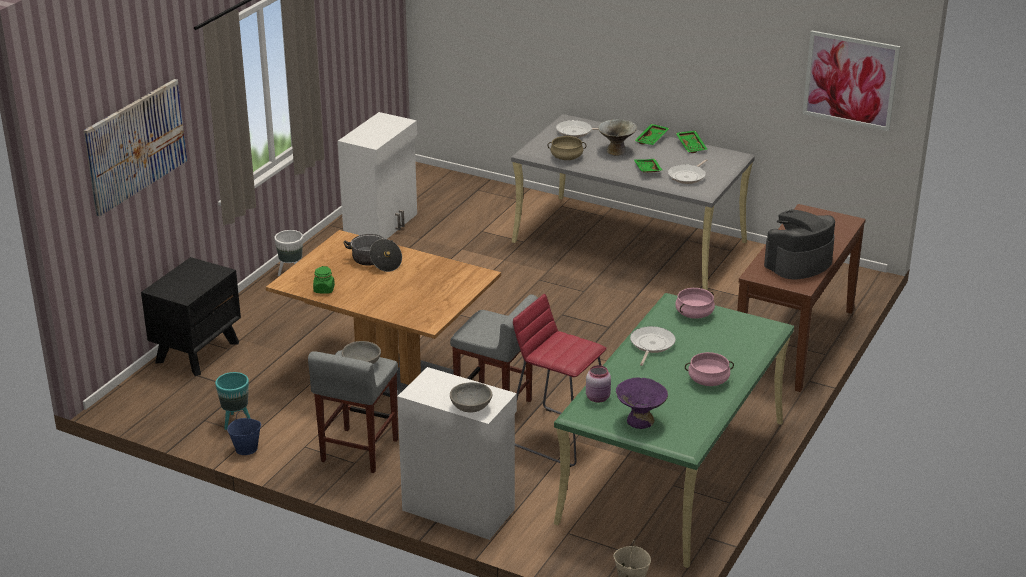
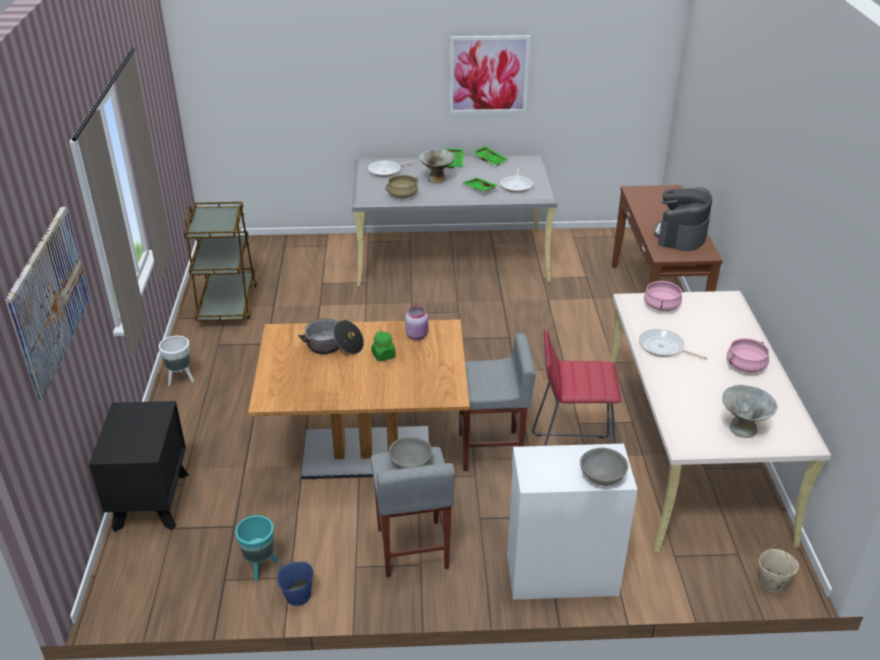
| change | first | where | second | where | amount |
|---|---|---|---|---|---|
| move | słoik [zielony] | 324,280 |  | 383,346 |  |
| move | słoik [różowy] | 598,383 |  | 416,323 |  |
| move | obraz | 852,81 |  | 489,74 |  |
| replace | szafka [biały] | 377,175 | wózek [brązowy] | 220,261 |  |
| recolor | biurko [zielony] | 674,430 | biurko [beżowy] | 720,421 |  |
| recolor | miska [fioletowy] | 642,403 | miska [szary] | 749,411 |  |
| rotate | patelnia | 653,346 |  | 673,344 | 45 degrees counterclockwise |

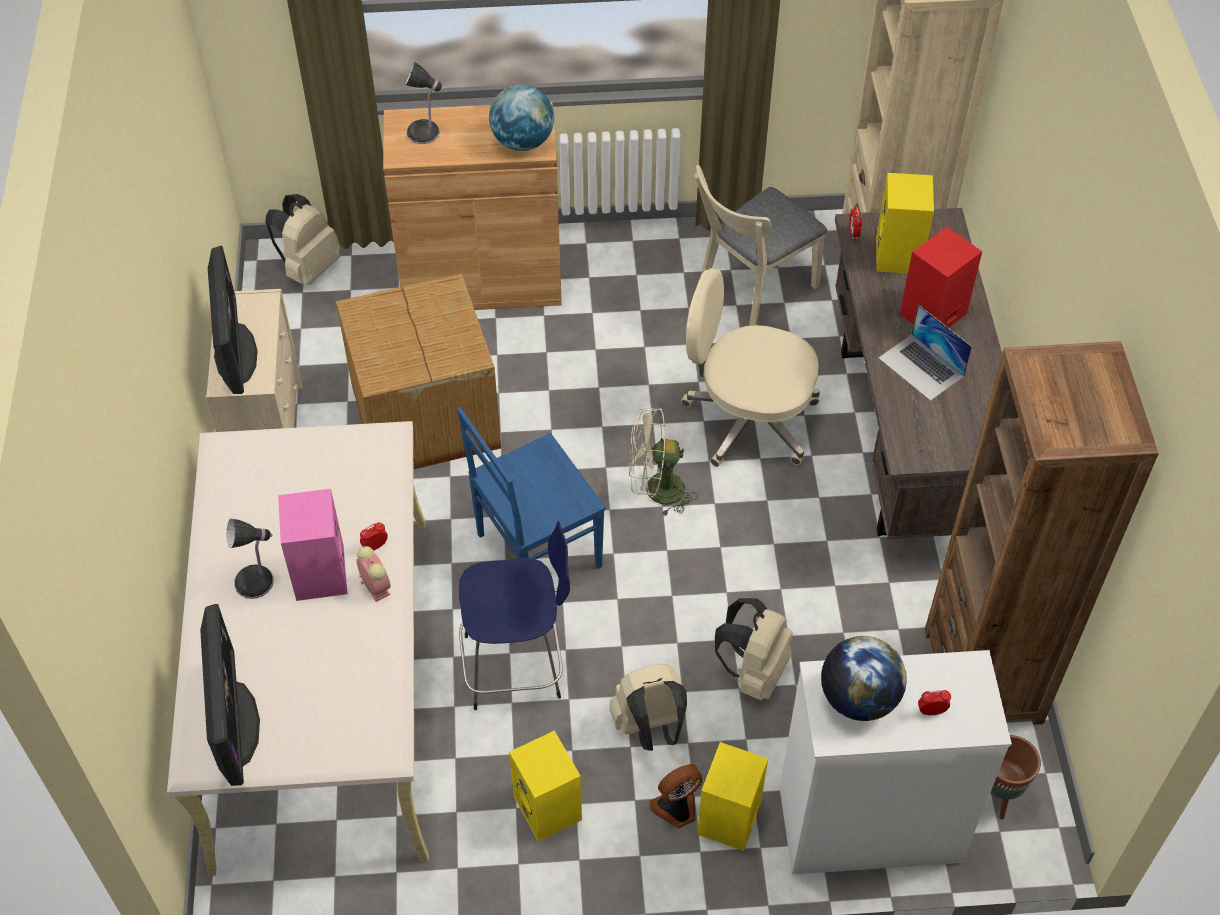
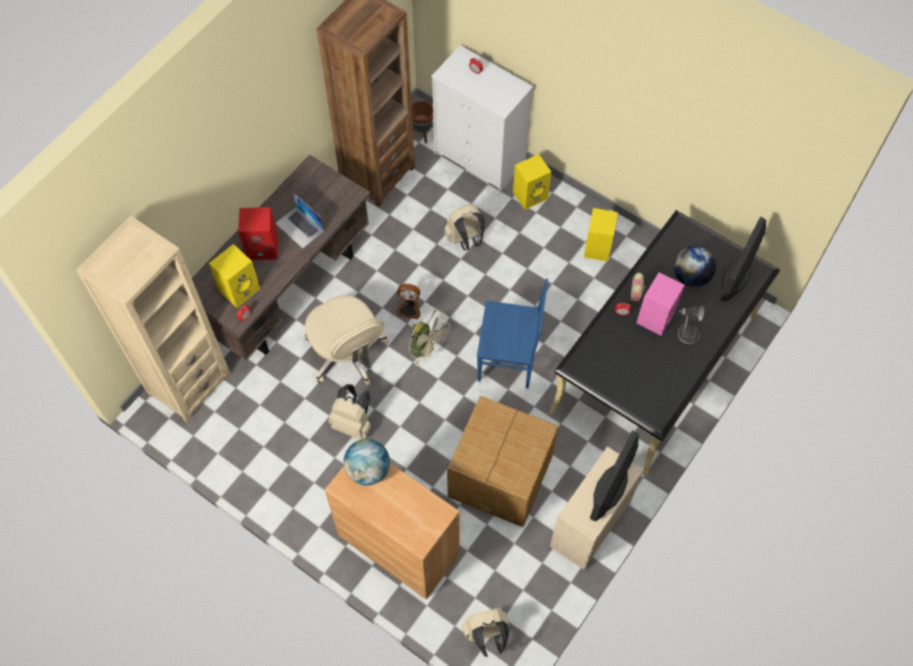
| change | first | where | second | where | amount |
|---|---|---|---|---|---|
| delete | lampa stołowa | 425,103 |  |  |  |
| delete | stołek [niebieski] | 514,615 |  |  |  |
| delete | krzesło [beżowy] | 760,245 |  |  |  |
| move | plecak [beżowy] | 648,707 |  | 349,412 |  |
| move | wentylator | 675,796 |  | 408,301 |  |
| move | globus | 864,678 |  | 695,266 |  |
| recolor | biurko [beżowy] | 298,648 | biurko [czarny] | 664,343 |  |
| rotate | laptop | 925,352 |  | 299,220 | 135 degrees clockwise |

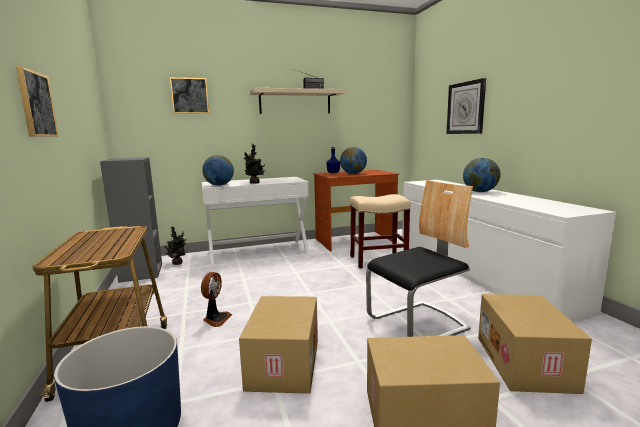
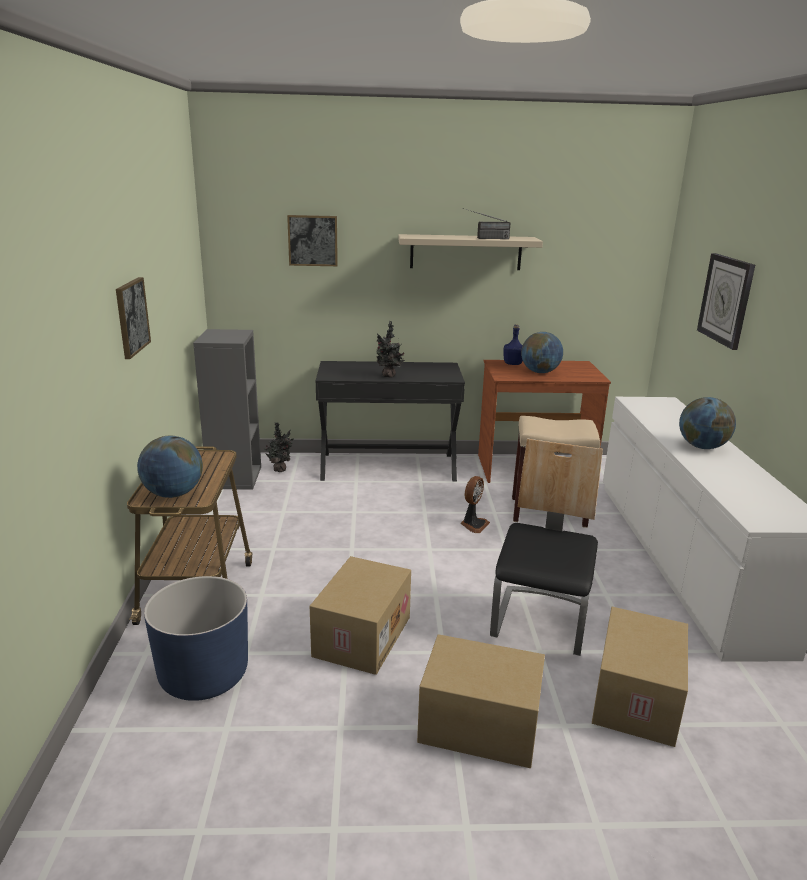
| change | first | where | second | where | amount |
|---|---|---|---|---|---|
| move | wentylator | 216,299 |  | 475,504 |  |
| move | globus | 218,170 |  | 170,467 |  |
| recolor | biurko [biały] | 255,221 | biurko [czarny] | 390,421 |  |
| rotate | krzesło | 419,258 |  | 546,547 | 60 degrees counterclockwise |

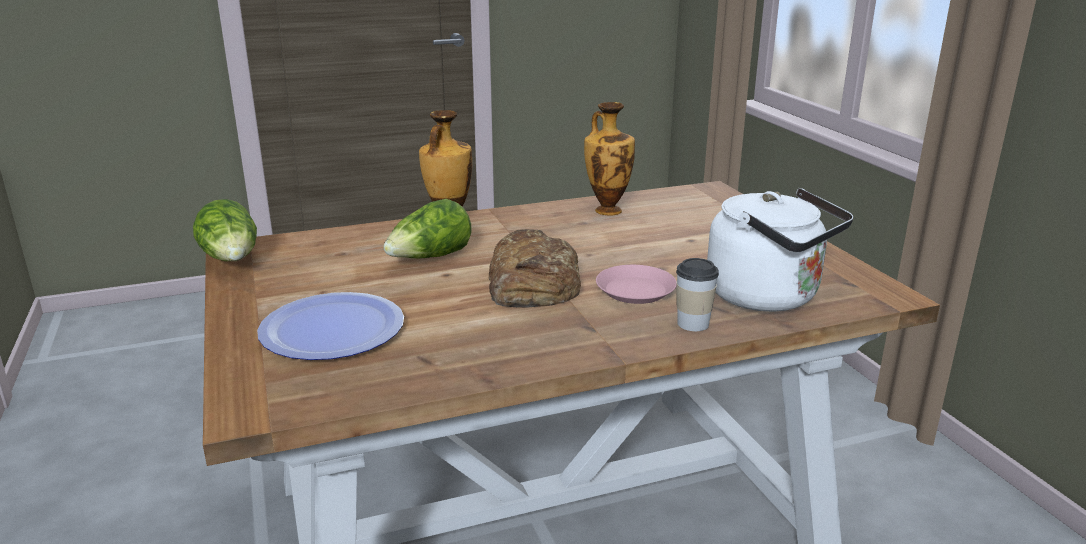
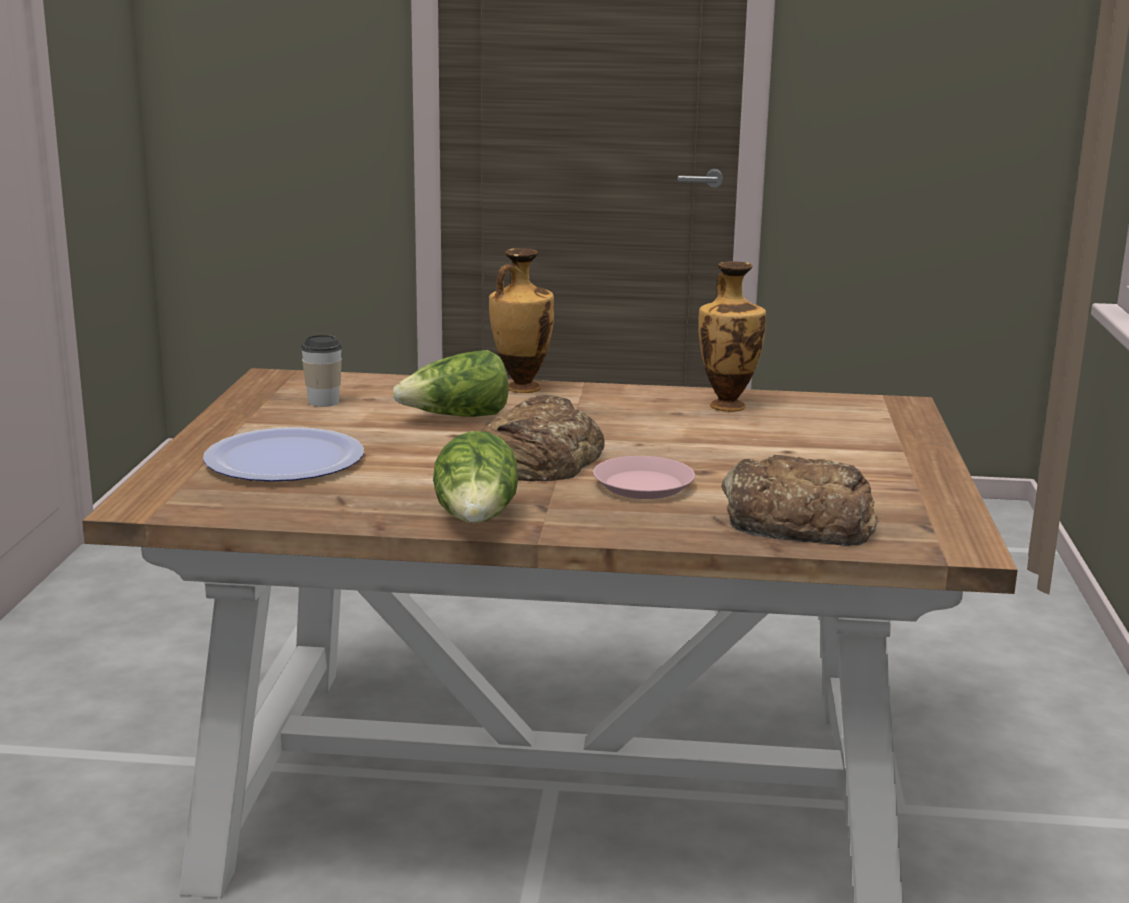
| change | first | where | second | where | amount |
|---|---|---|---|---|---|
| move | sałata | 225,230 |  | 475,477 |  |
| move | filiżanka | 697,294 |  | 321,371 |  |
| replace | czajnik [biały] | 780,250 | chleb | 800,500 |  |

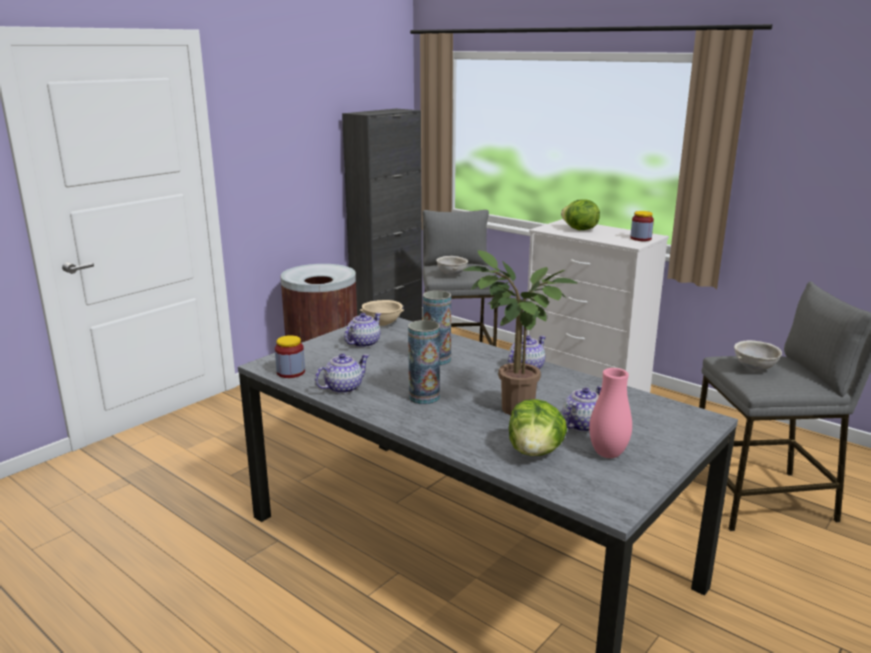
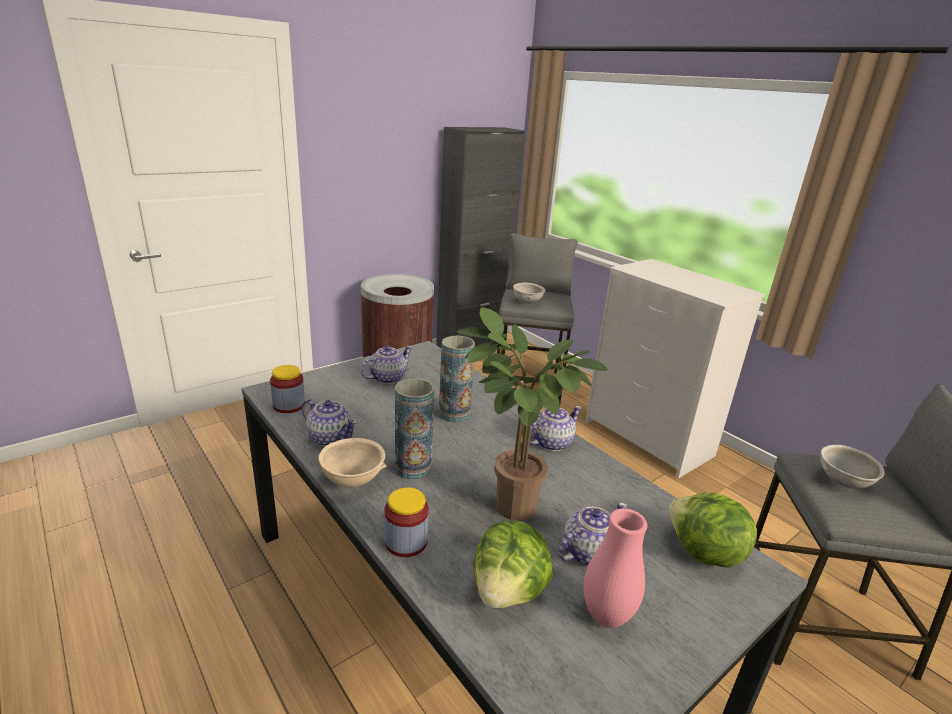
| change | first | where | second | where | amount |
|---|---|---|---|---|---|
| move | miska [beżowy] | 382,313 |  | 352,462 |  |
| move | sałata | 580,215 |  | 713,530 |  |
| move | słoik | 642,226 |  | 406,522 |  |
| rotate | imbryk | 342,373 |  | 329,422 | 60 degrees clockwise |

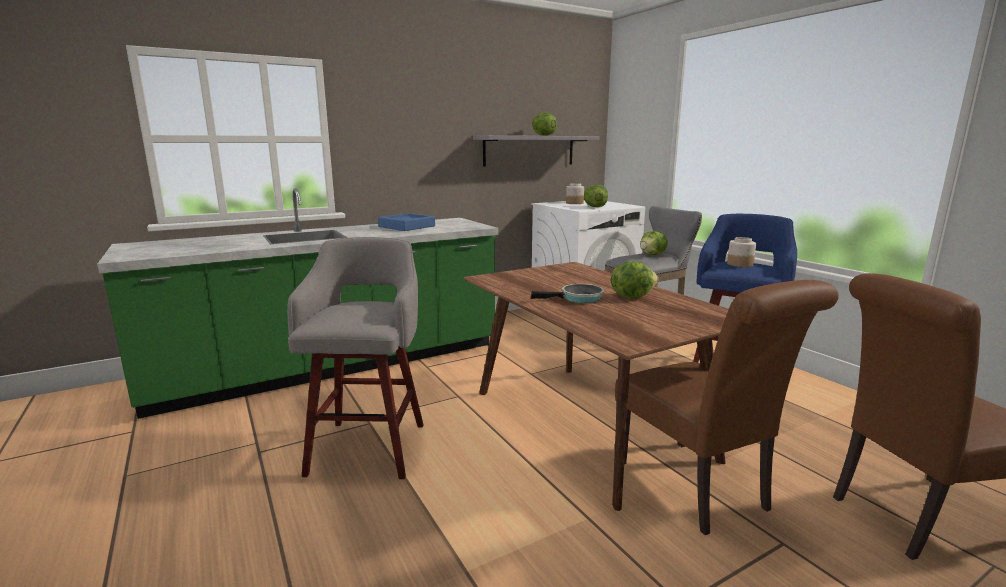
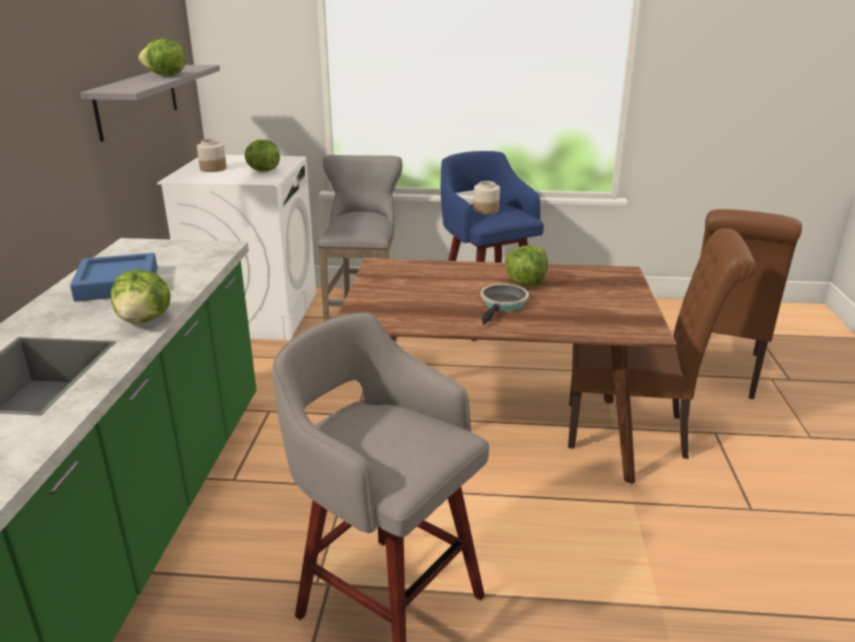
| change | first | where | second | where | amount |
|---|---|---|---|---|---|
| move | sałata | 654,243 |  | 141,296 |  |

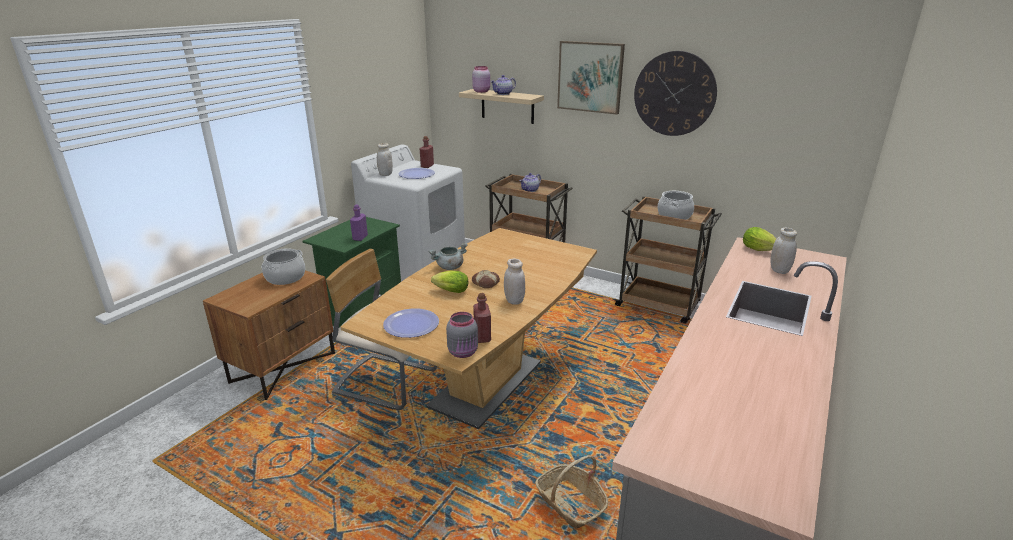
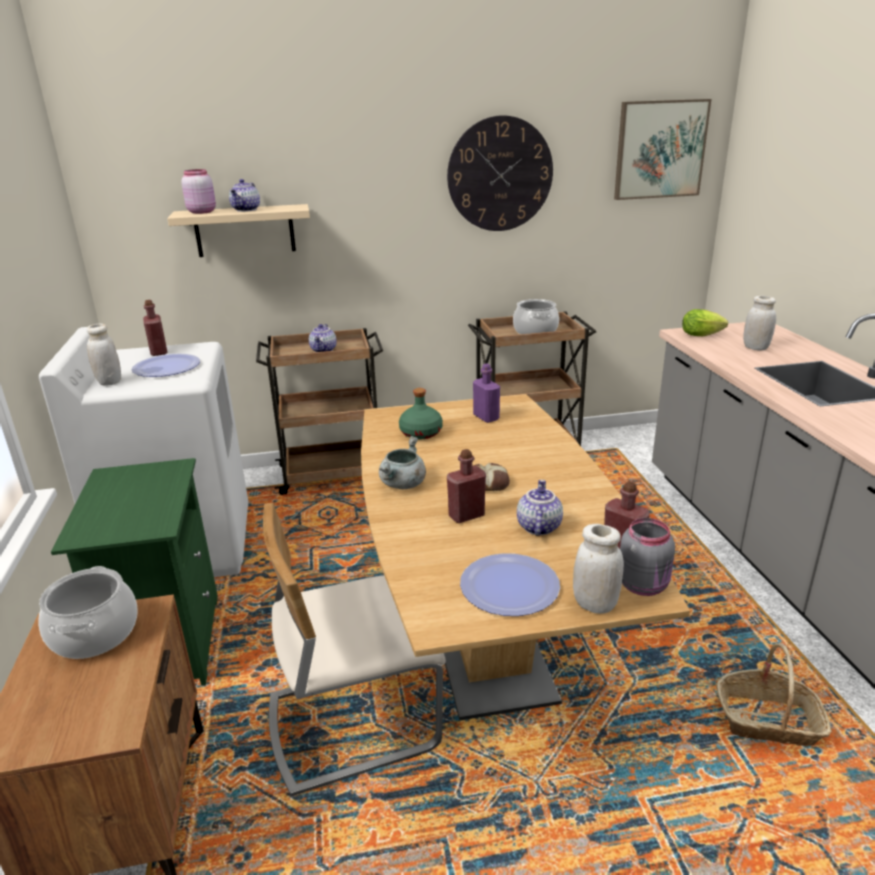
| change | first | where | second | where | amount |
|---|---|---|---|---|---|
| insert |  |  | butelka [zielony] | 421,413 |  |
| insert |  |  | imbryk | 540,508 |  |
| move | butelka [fioletowy] | 359,223 |  | 486,393 |  |
| move | słoik [biały] | 514,281 |  | 598,569 |  |
| move | obraz | 591,78 |  | 662,149 |  |
| replace | sałata | 449,281 | butelka [czerwony] | 466,486 |  |

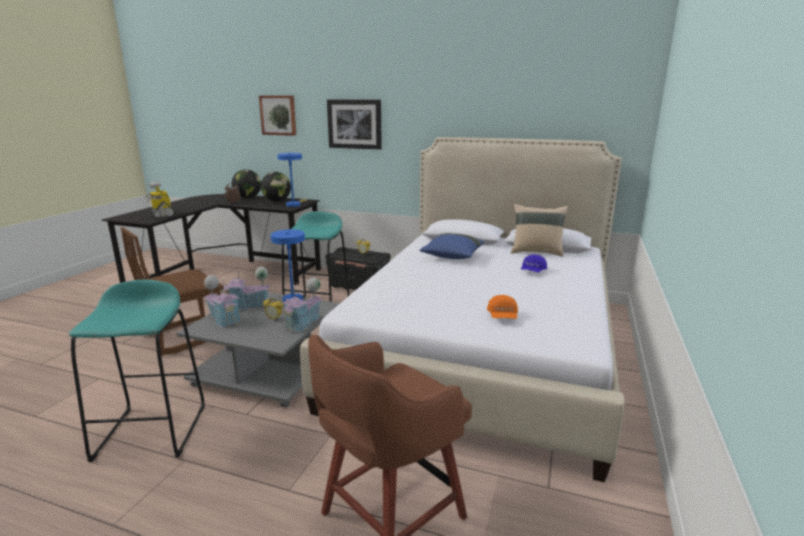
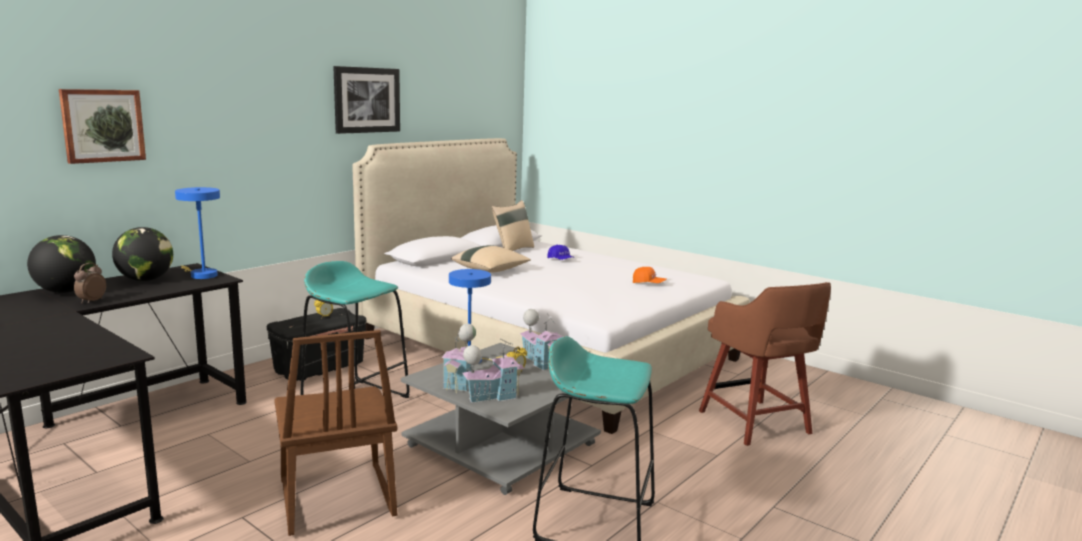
| change | first | where | second | where | amount |
|---|---|---|---|---|---|
| delete | robot zabawkowy | 159,200 |  |  |  |
| move | obraz | 354,125 |  | 366,100 |  |
| recolor | poduszka [niebieski] | 451,246 | poduszka [beżowy] | 491,258 |  |

